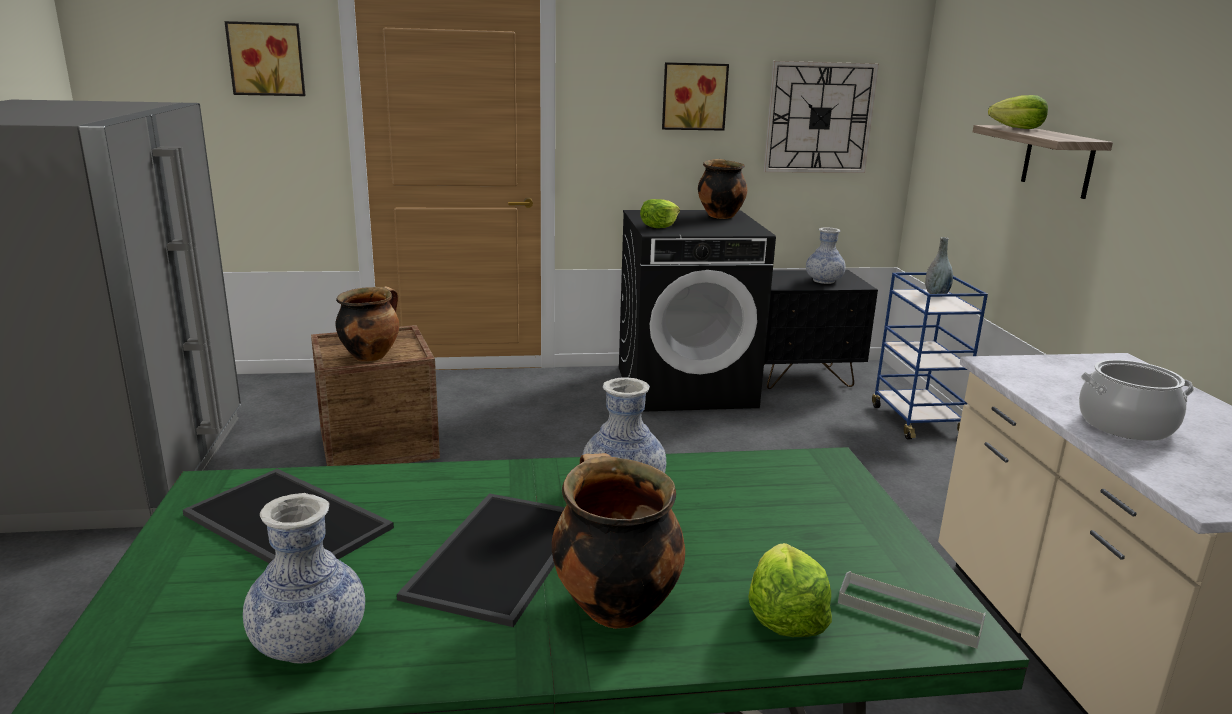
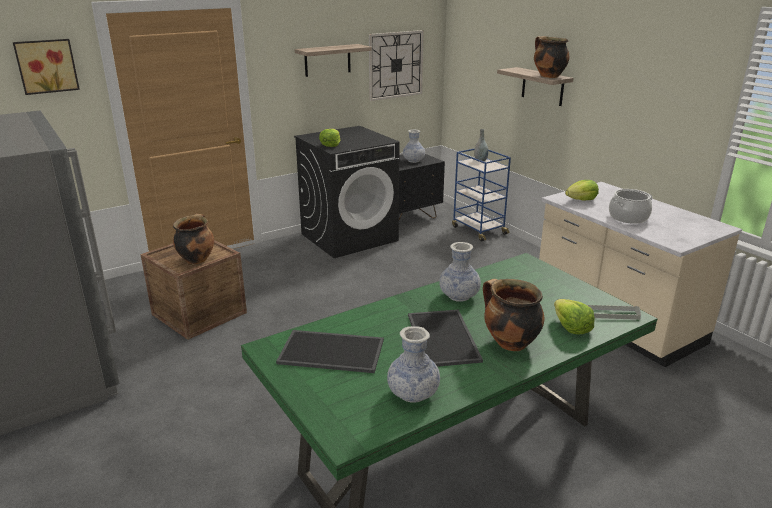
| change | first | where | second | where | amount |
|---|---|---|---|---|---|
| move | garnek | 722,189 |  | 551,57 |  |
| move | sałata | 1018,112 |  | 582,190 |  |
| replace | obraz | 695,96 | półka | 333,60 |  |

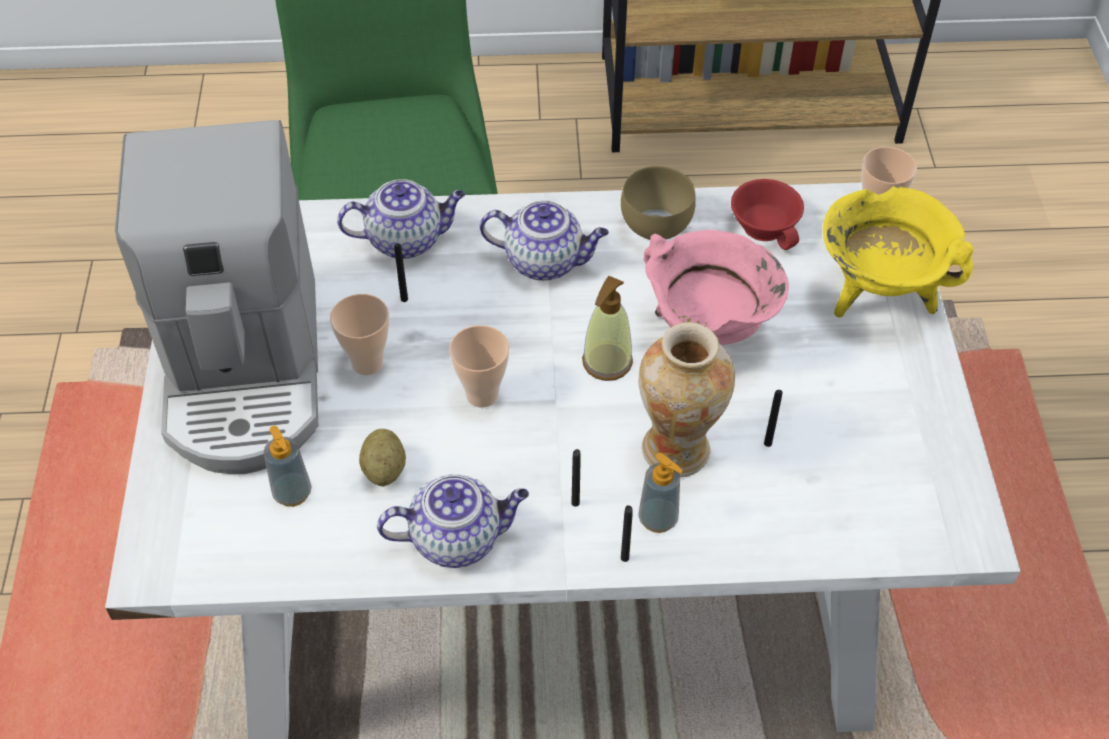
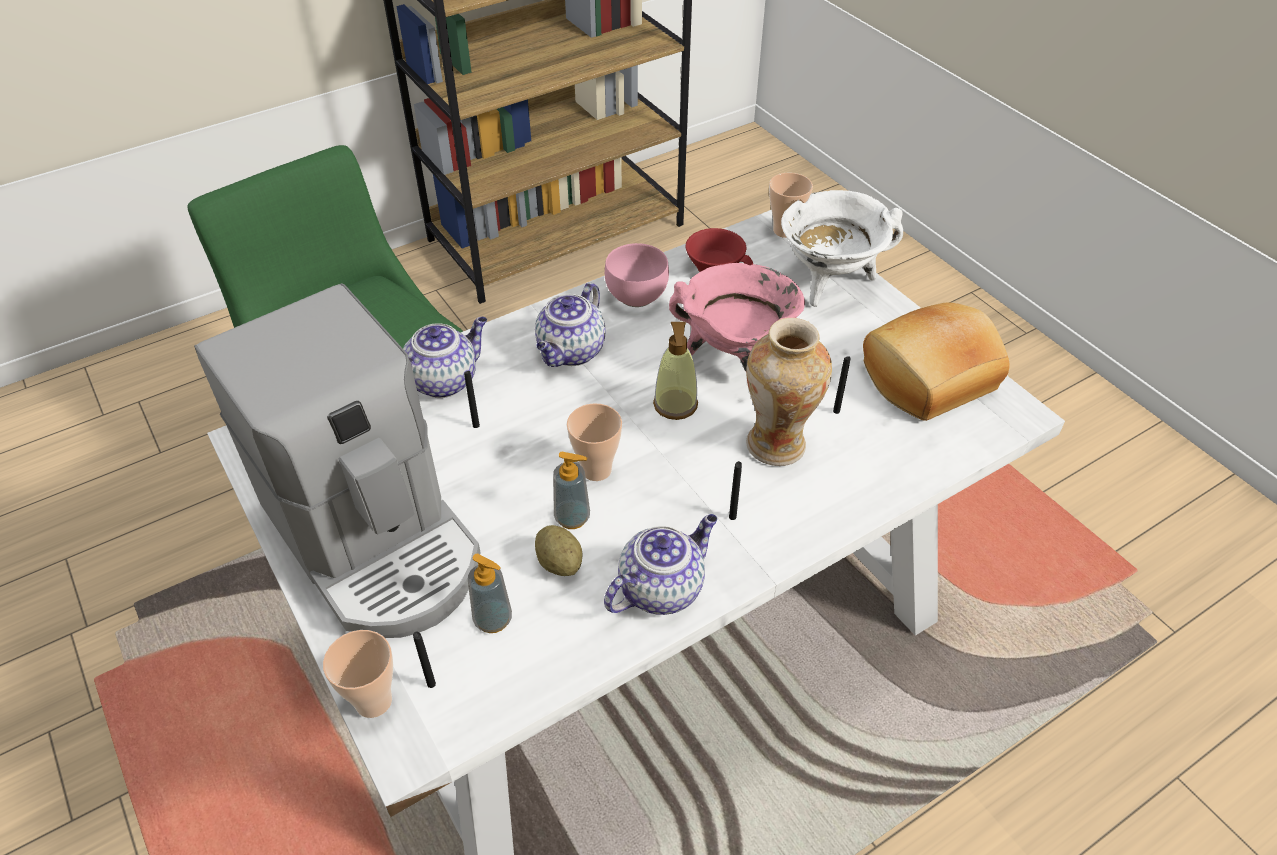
| change | first | where | second | where | amount |
|---|---|---|---|---|---|
| insert |  |  | chleb | 936,361 |  |
| move | filiżanka | 359,334 |  | 358,674 |  |
| move | świeca [czarny] | 627,533 |  | 424,660 |  |
| move | dozownik mydła | 660,493 |  | 571,490 |  |
| recolor | miska [brązowy] | 658,203 | miska [różowy] | 637,275 |  |
| recolor | garnek [żółty] | 898,252 | garnek [biały] | 842,248 |  |
| rotate | imbryk | 544,240 |  | 570,324 | 135 degrees clockwise |

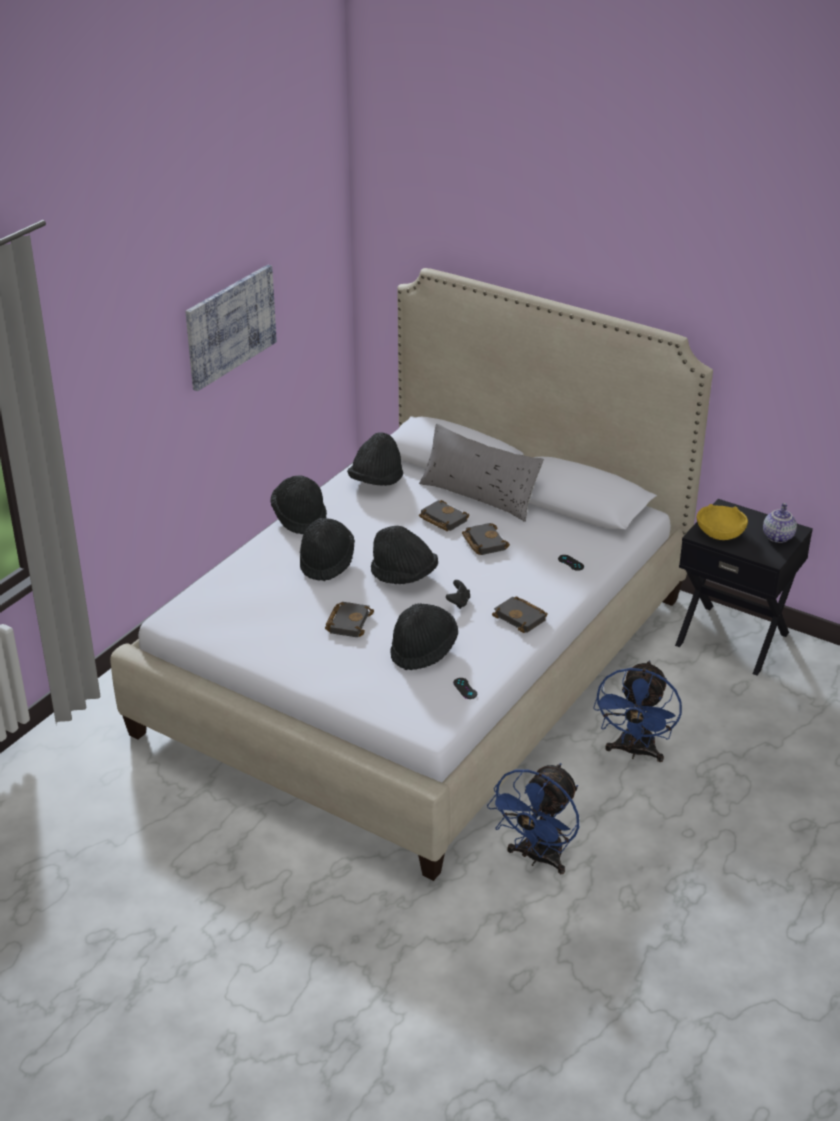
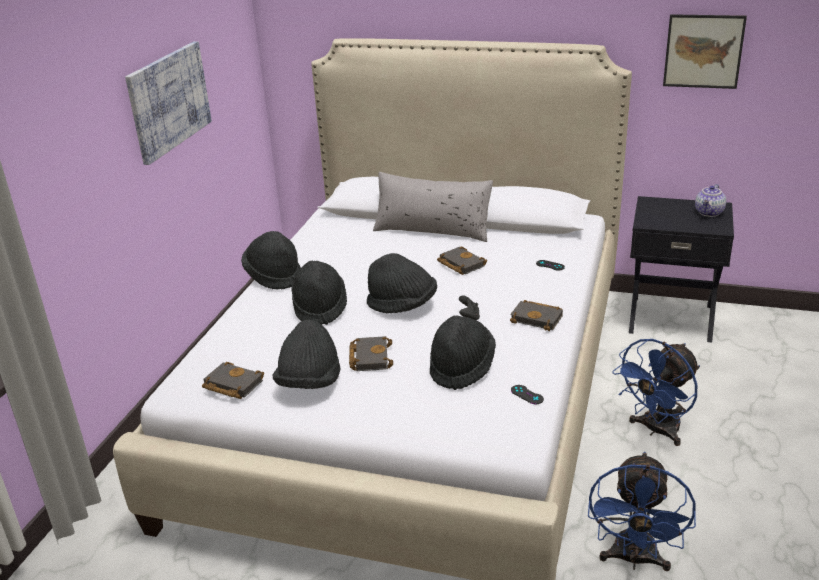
| change | first | where | second | where | amount |
|---|---|---|---|---|---|
| delete | miska [żółty] | 722,522 |  |  |  |
| insert |  |  | obraz | 705,51 |  |
| move | kapelusz [czarny] | 375,459 |  | 306,354 |  |
| move | książka [czarny] | 444,515 |  | 233,380 |  |
| rotate | wentylator [niebieski] | 637,711 |  | 656,392 | 45 degrees clockwise |
| rotate | imbryk | 780,523 |  | 710,200 | 150 degrees counterclockwise |

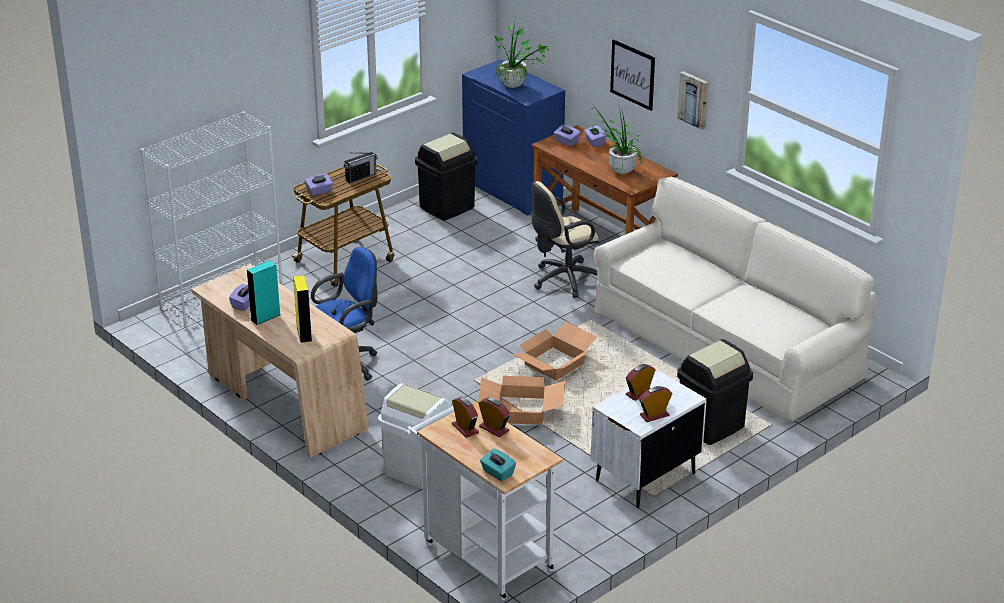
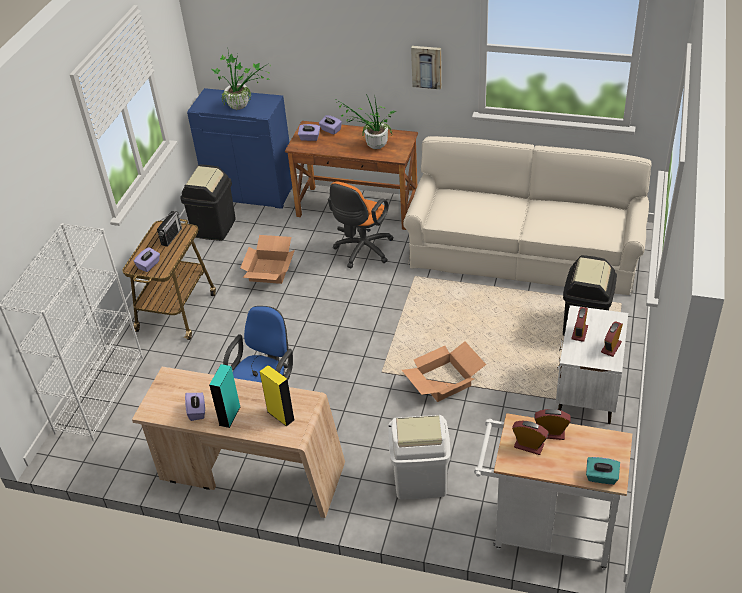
| change | first | where | second | where | amount |
|---|---|---|---|---|---|
| delete | obraz | 632,75 |  |  |  |
| move | karton | 554,351 |  | 267,259 |  |
| recolor | krzesło biurowe [beżowy] | 565,239 | krzesło biurowe [pomarańczowy] | 361,225 |  |

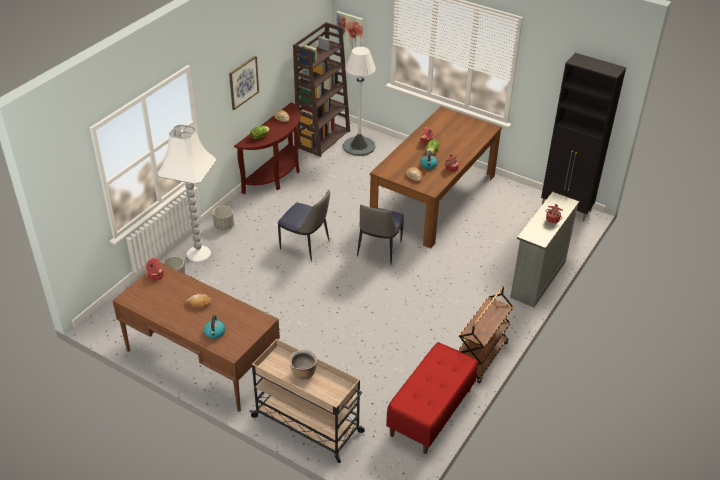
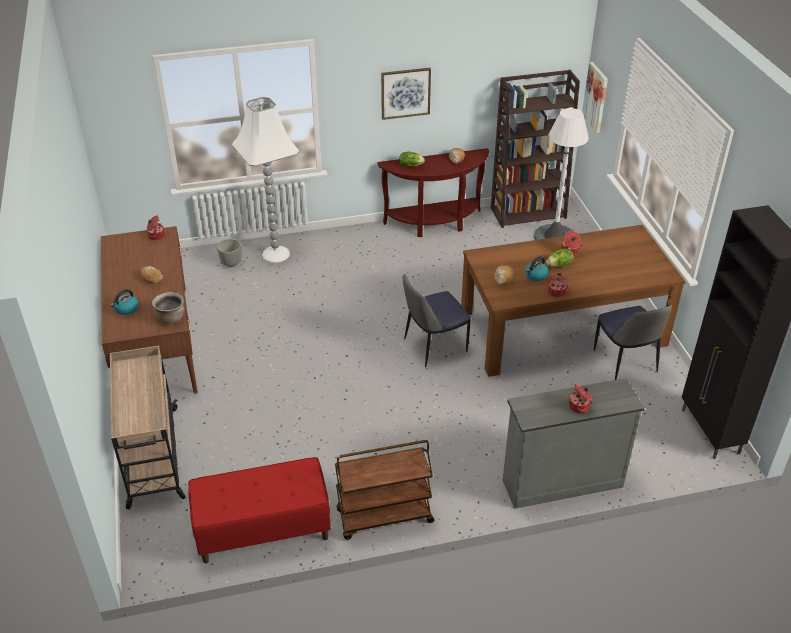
| change | first | where | second | where | amount |
|---|---|---|---|---|---|
| delete | donica [szary] | 223,217 |  |  |  |
| move | krzesło | 304,225 |  | 633,342 |  |
| move | garnek [brązowy] | 303,365 |  | 168,308 |  |

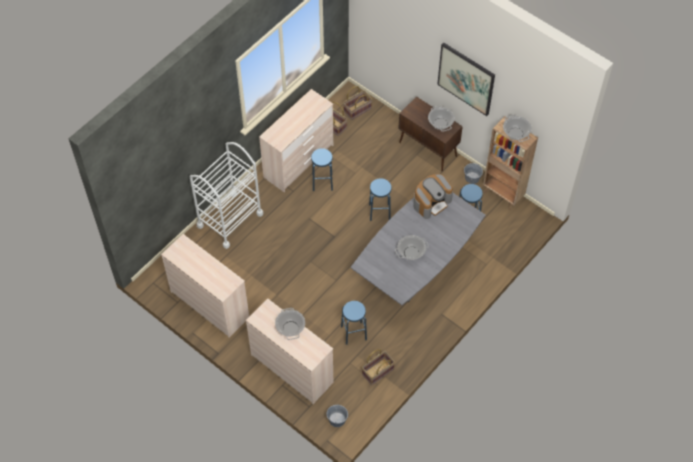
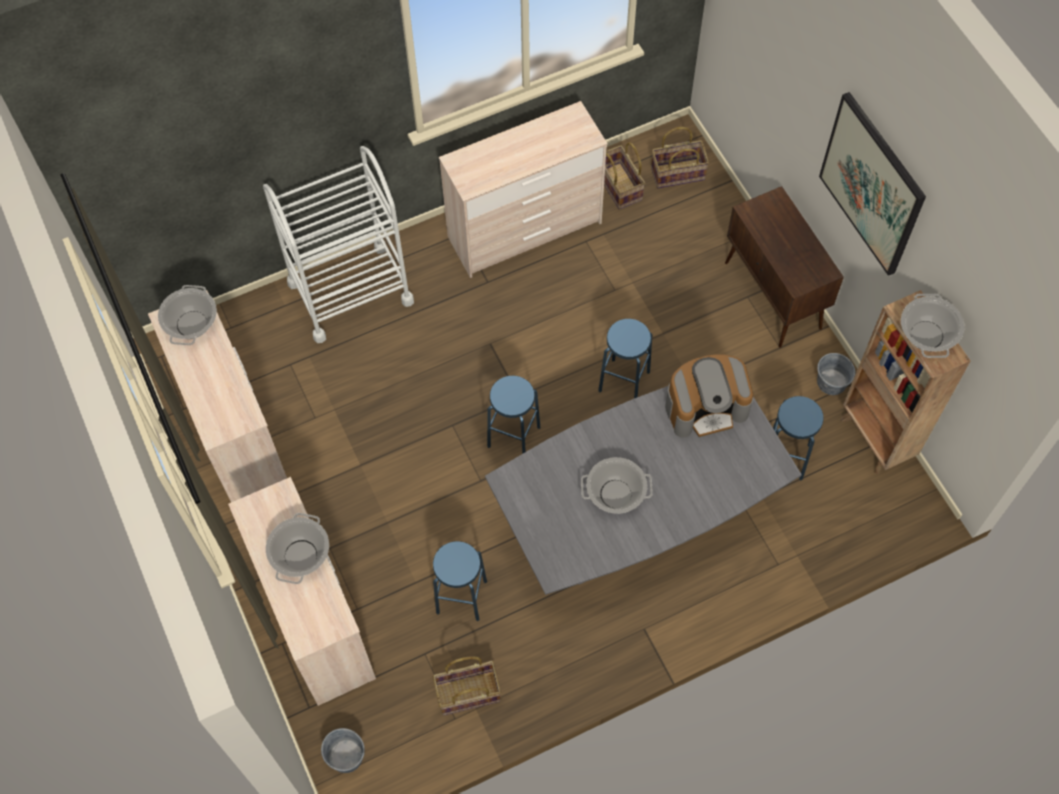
| change | first | where | second | where | amount |
|---|---|---|---|---|---|
| move | stołek [niebieski] | 322,169 |  | 513,415 |  |
| move | garnek | 441,119 |  | 187,315 |  |

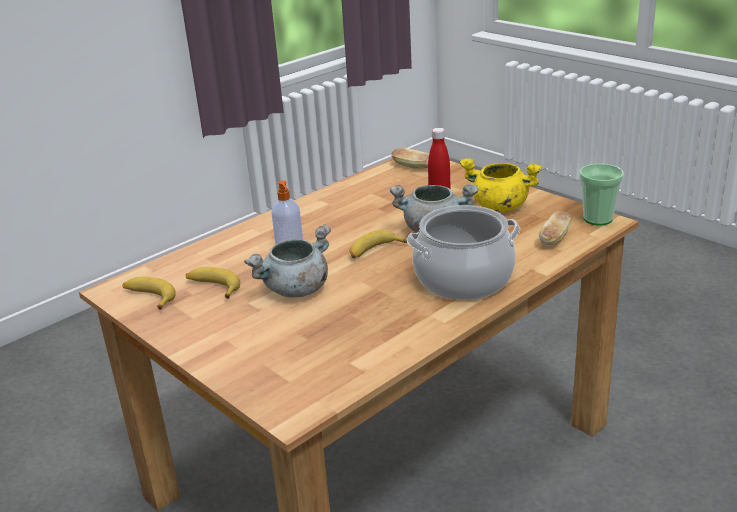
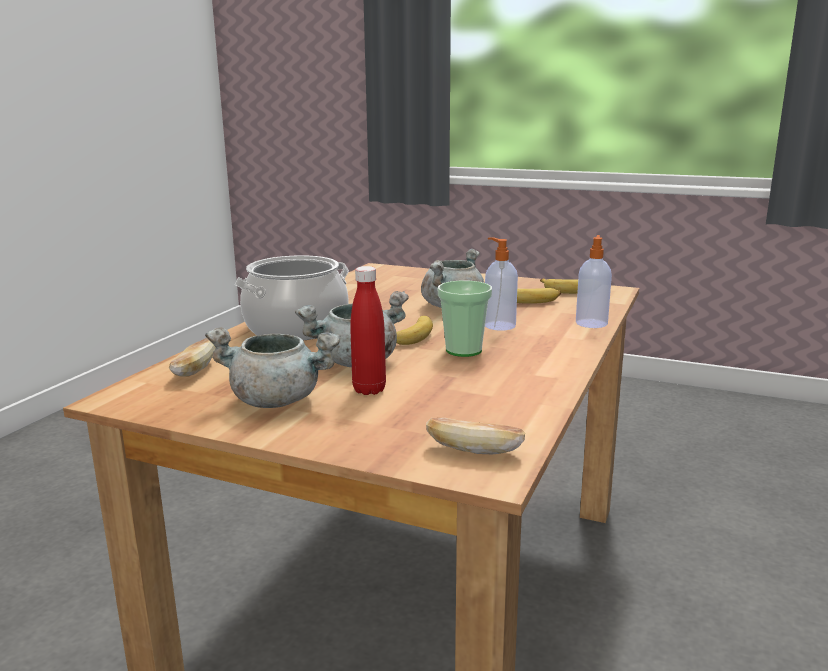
| change | first | where | second | where | amount |
|---|---|---|---|---|---|
| insert |  |  | dozownik mydła | 594,281 |  |
| move | filiżanka | 601,194 |  | 465,318 |  |
| recolor | garnek [żółty] | 500,185 | garnek [szary] | 272,367 |  |

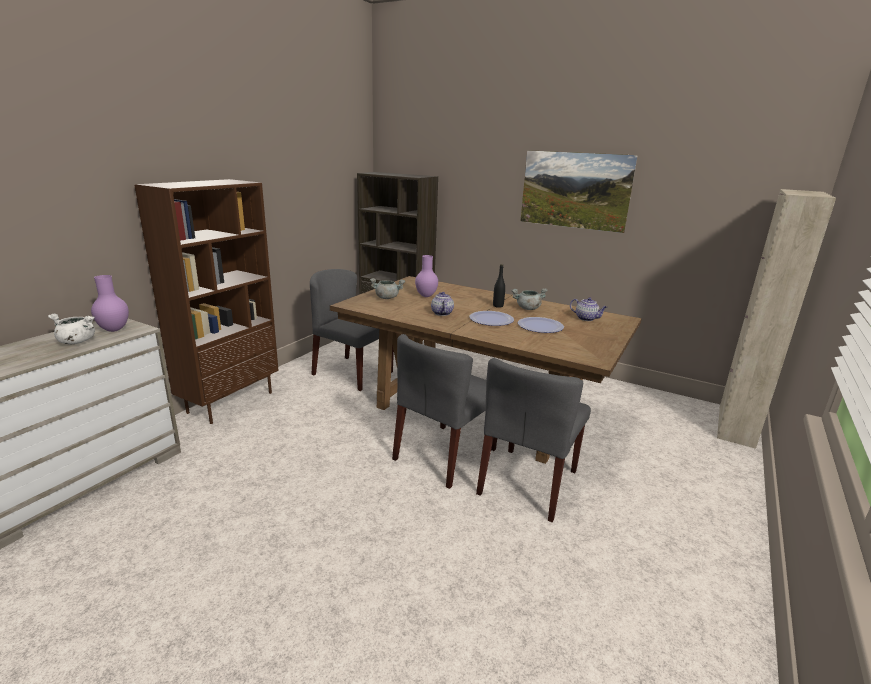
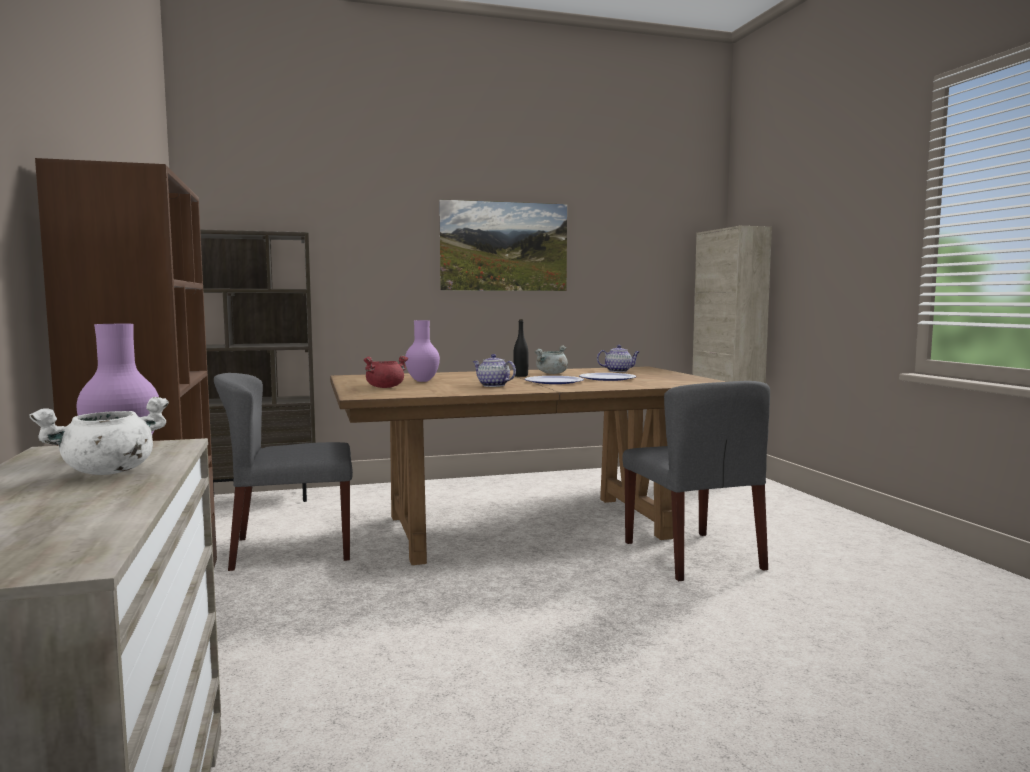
| change | first | where | second | where | amount |
|---|---|---|---|---|---|
| delete | krzesło [szary] | 444,411 |  |  |  |
| recolor | garnek [szary] | 387,288 | garnek [czerwony] | 385,372 |  |

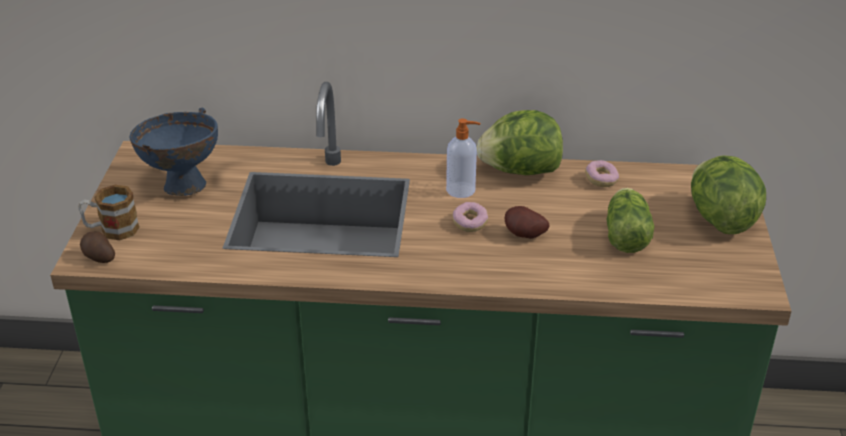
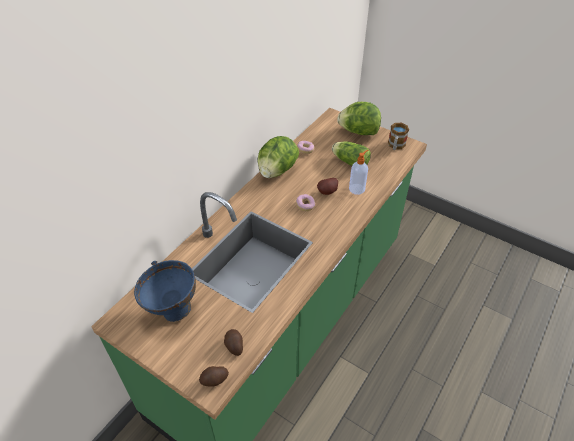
| change | first | where | second | where | amount |
|---|---|---|---|---|---|
| insert |  |  | ziemniak | 233,342 |  |
| move | kubek | 109,212 |  | 398,136 |  |
| move | dozownik mydła | 463,158 |  | 358,172 |  |

